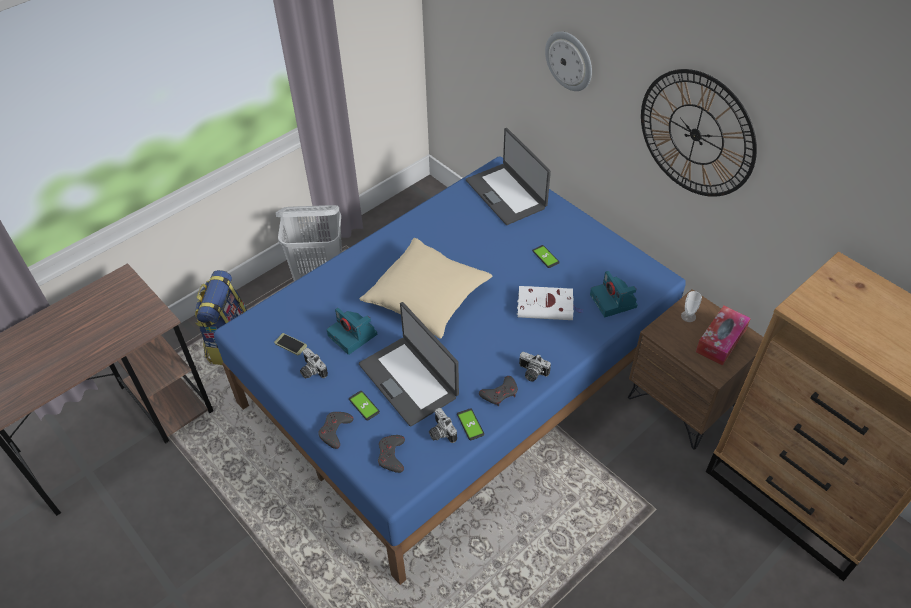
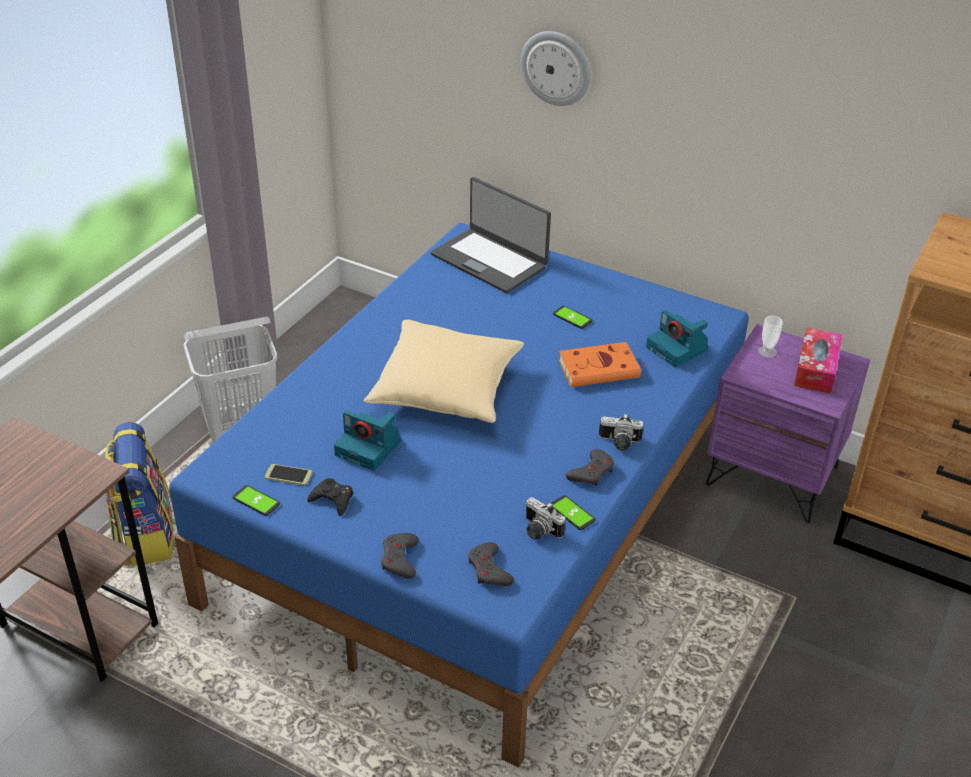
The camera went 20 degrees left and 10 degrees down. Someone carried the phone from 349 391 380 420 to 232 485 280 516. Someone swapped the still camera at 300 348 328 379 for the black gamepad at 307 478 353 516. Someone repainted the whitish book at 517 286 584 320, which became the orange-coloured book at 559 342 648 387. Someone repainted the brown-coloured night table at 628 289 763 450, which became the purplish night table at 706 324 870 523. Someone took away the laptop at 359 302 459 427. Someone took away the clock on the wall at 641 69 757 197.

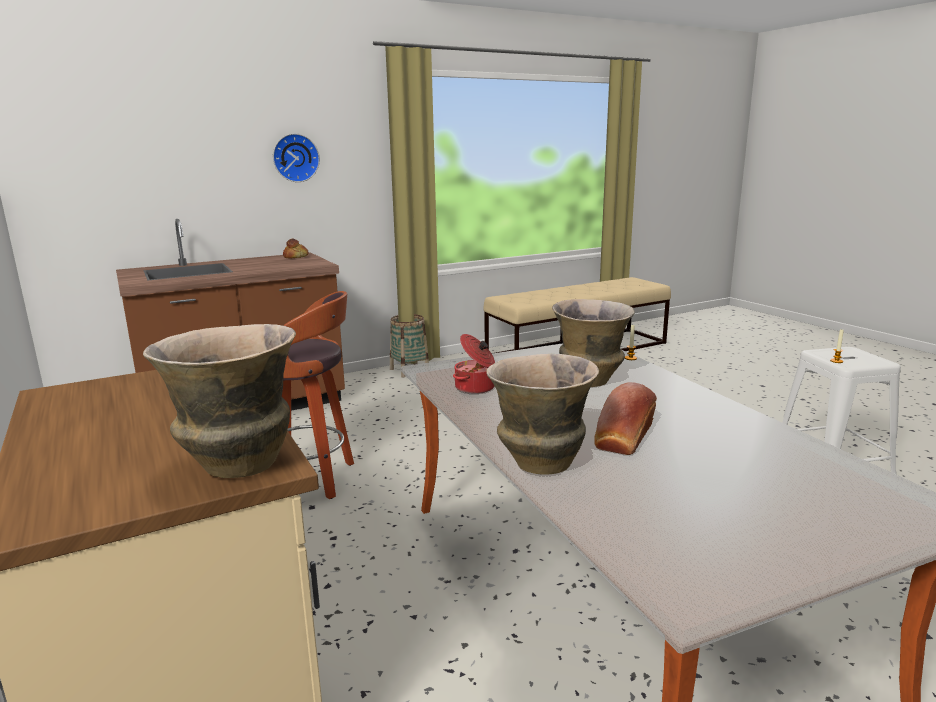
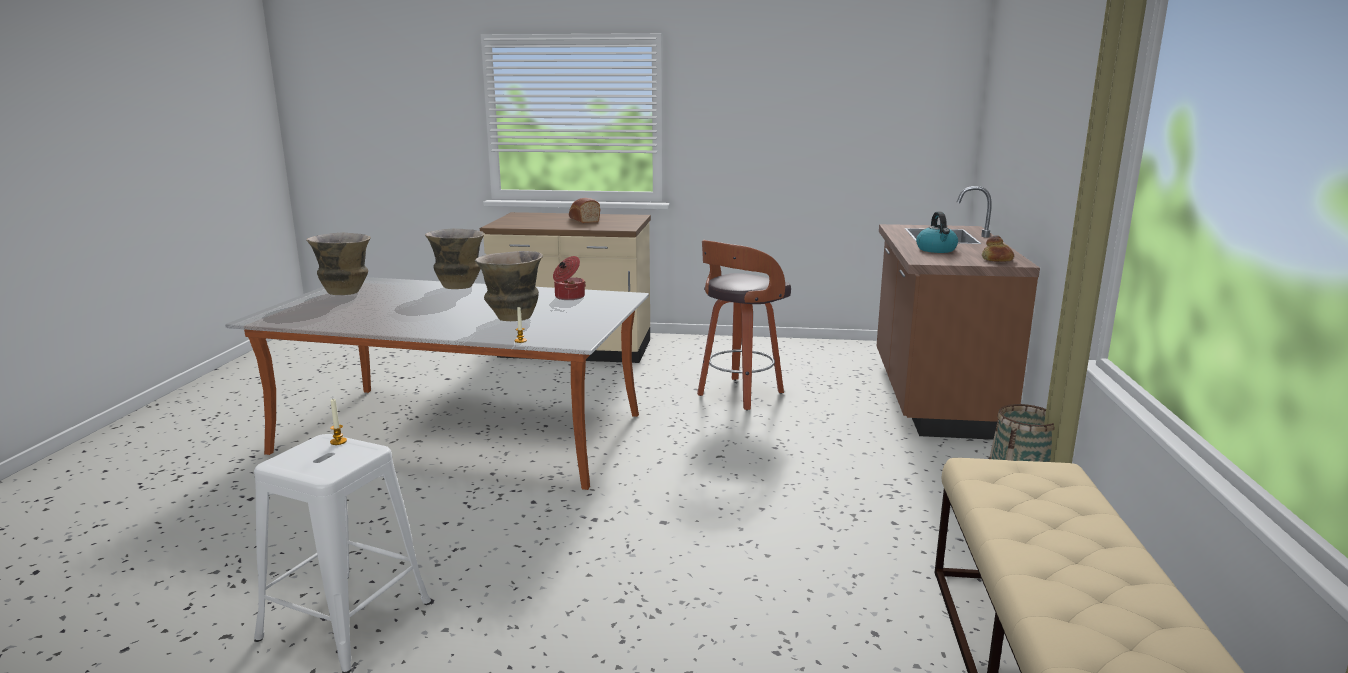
The camera went 125 degrees right and 0 degrees up. Someone carried the vase from 143 324 296 478 to 306 232 371 295. Someone carried the bread from 594 382 657 455 to 569 198 600 223. Someone put down the water kettle at 916 212 958 253. Someone took away the clock on the wall at 273 134 320 182.

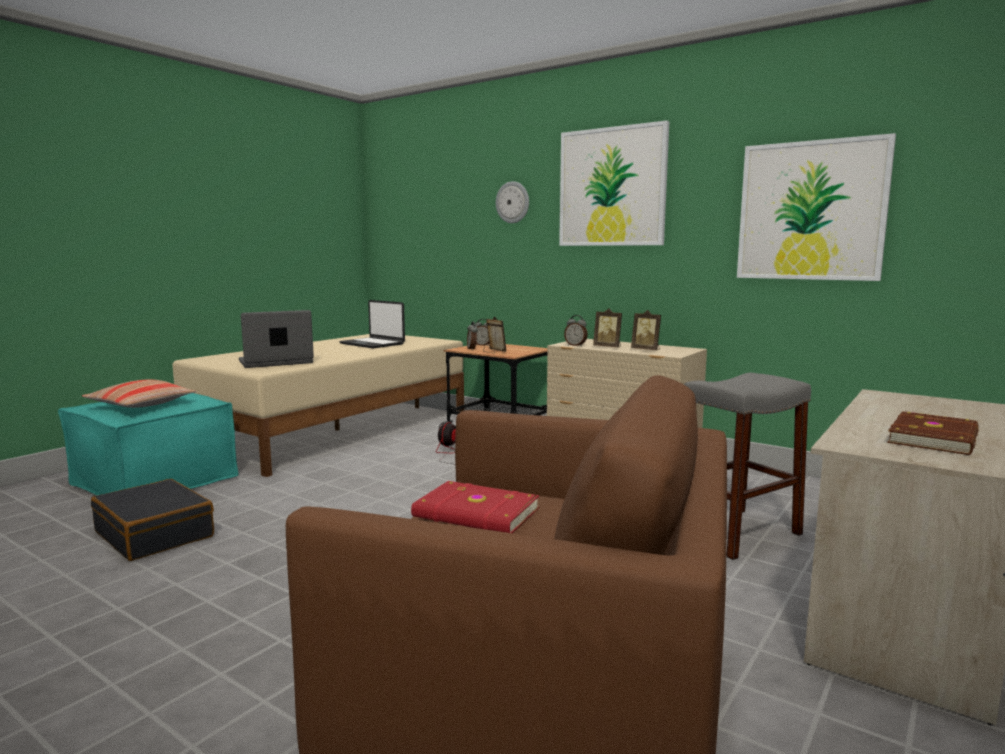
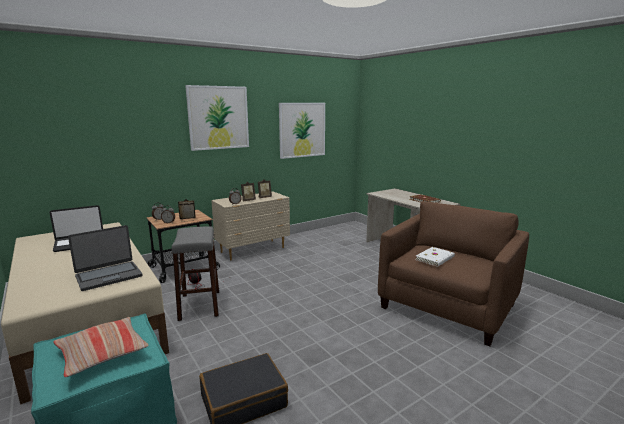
The camera went 70 degrees left and 5 degrees up. Someone rotated the laptop at 239 310 314 368 by 120 degrees counterclockwise. Someone carried the greyish stool seat from 684 373 811 560 to 172 227 219 321. Someone repainted the red book at 411 481 539 533, which became the whitish book at 416 247 455 267. Someone took away the clock on the wall at 496 181 529 223.

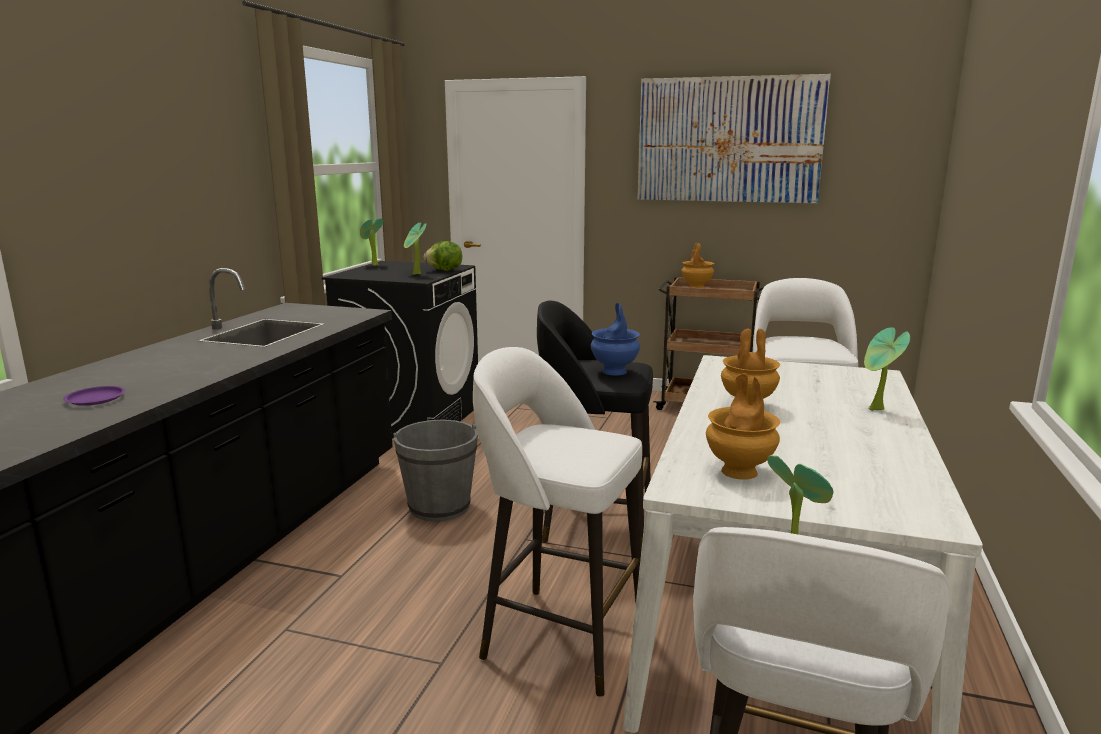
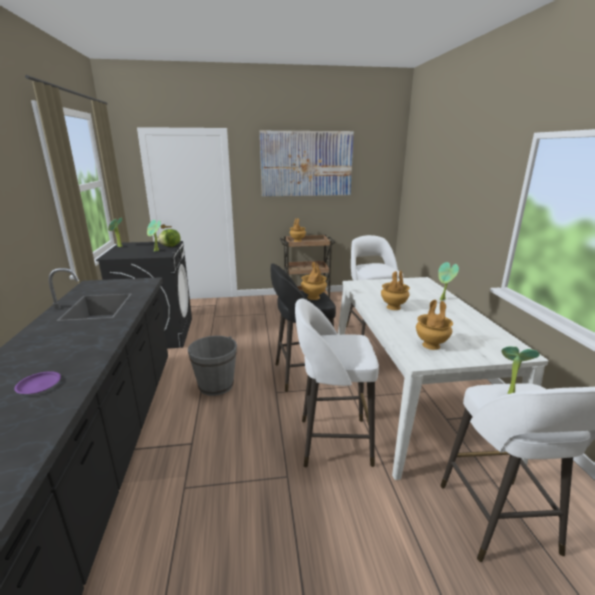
The camera went 25 degrees left and 5 degrees up. Someone repainted the blue vase at 591 303 640 375, which became the brown-coloured vase at 301 262 327 300.

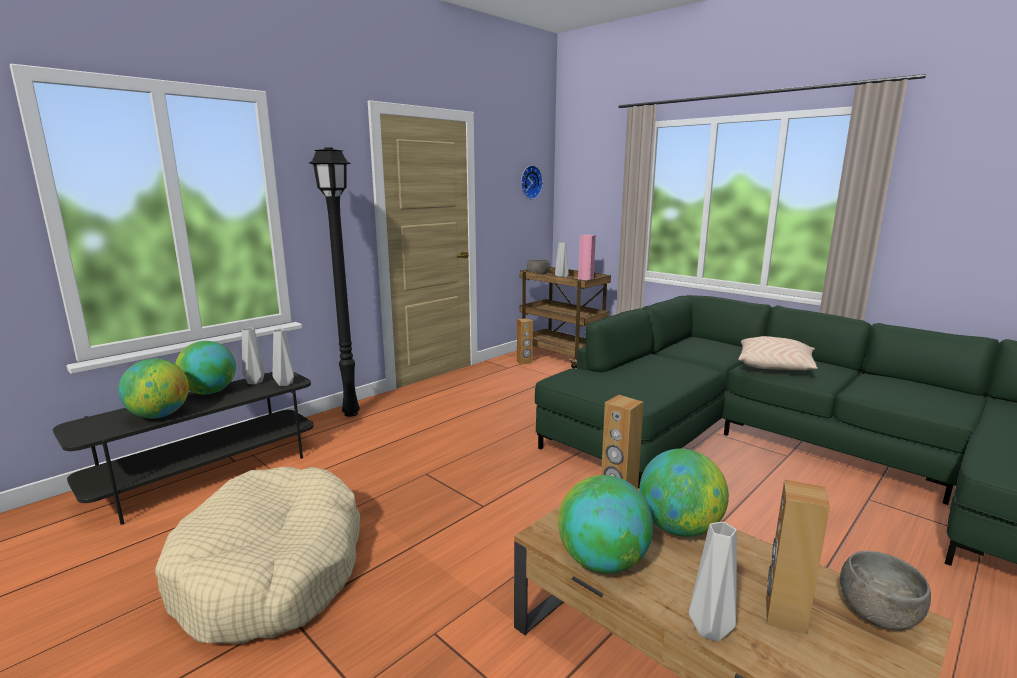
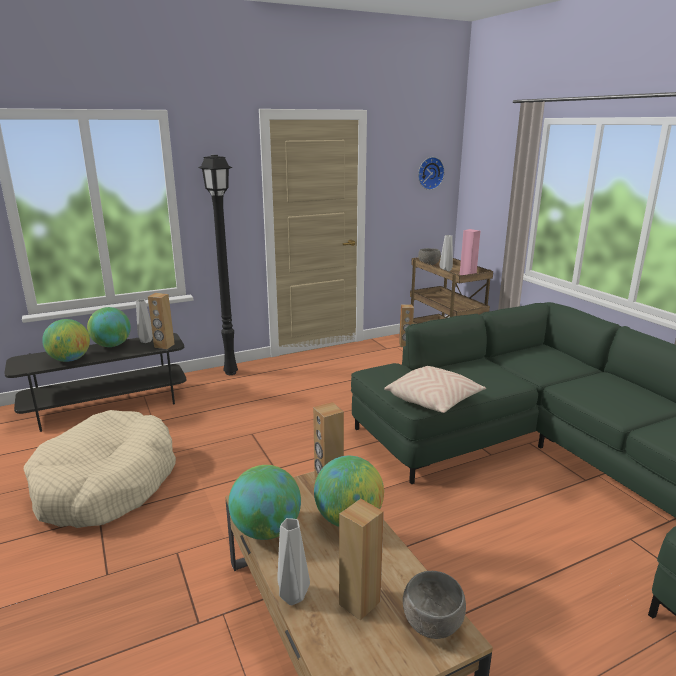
The camera went 20 degrees right and 5 degrees up. Someone swapped the greyish vase at 273 329 294 386 for the brown-coloured loudspeaker at 148 293 175 349. Someone carried the sand-coloured cushion from 738 336 818 371 to 384 366 486 413.

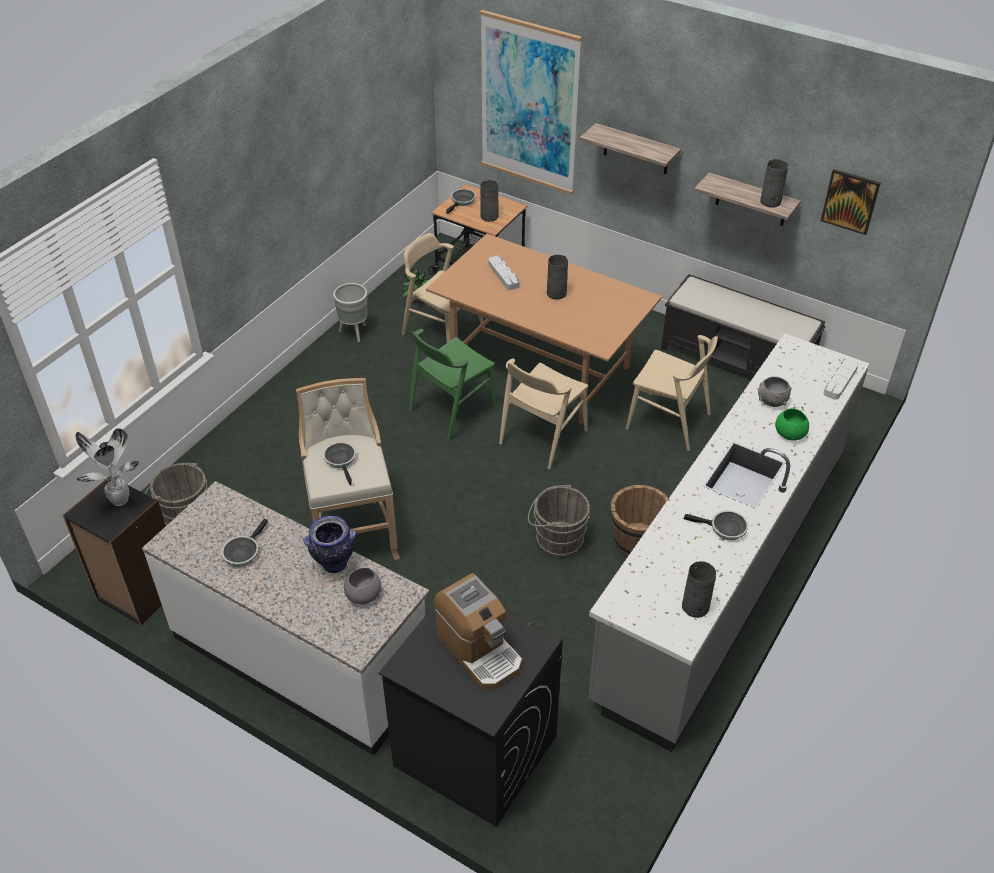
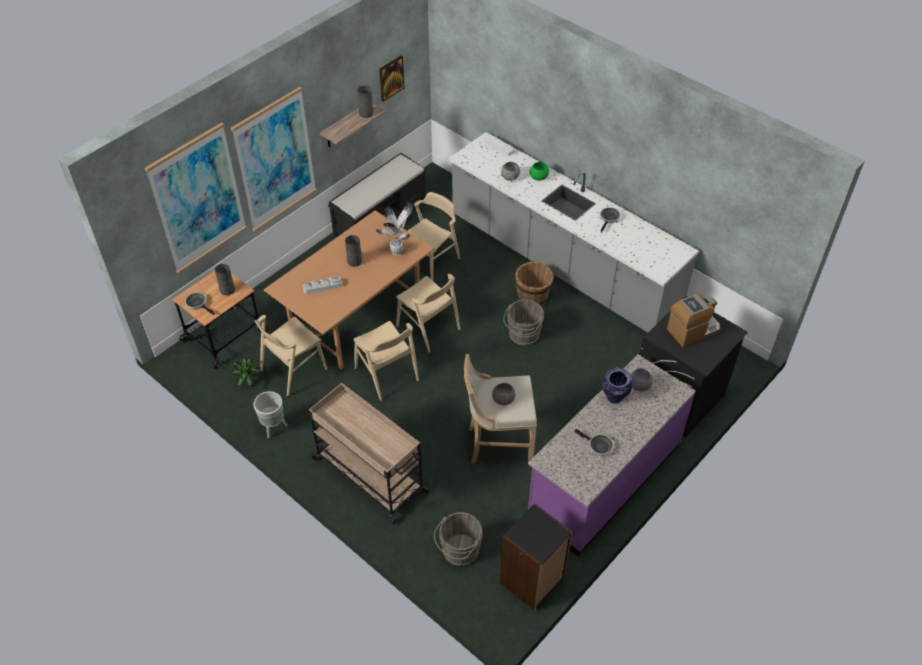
The camera went 80 degrees left and 5 degrees up. Someone swapped the shelf at 580 123 681 174 for the wall picture at 231 87 317 232. Someone put down the sand-coloured cart at 309 383 429 525. Someone repainted the greenish upright chair at 409 329 497 441, which became the sand-coloured upright chair at 353 321 419 401. Someone carried the plant in a pot from 75 428 139 506 to 376 202 412 255. Someone swapped the frying pan at 323 442 356 486 for the greyish bowl at 492 383 515 405. Someone repainted the whitish counter at 142 481 429 755, which became the purplish counter at 528 354 696 556. Someone took away the greyish vase at 682 561 716 618.

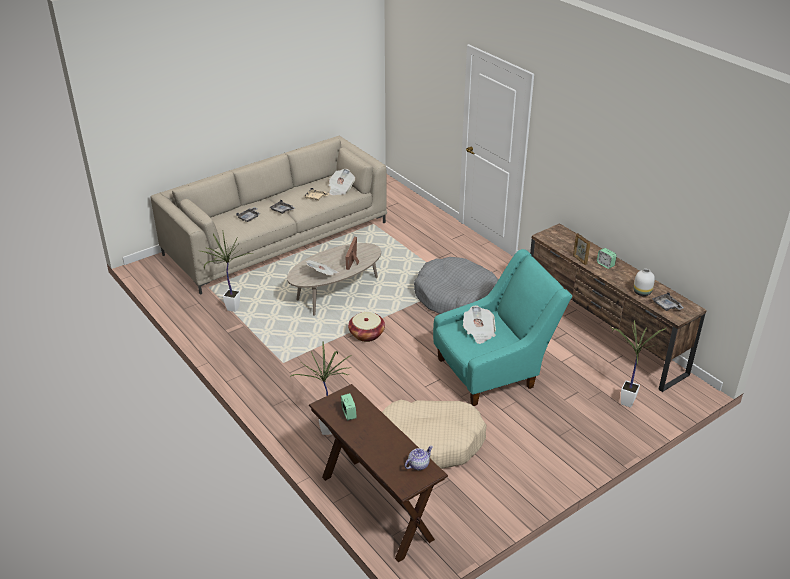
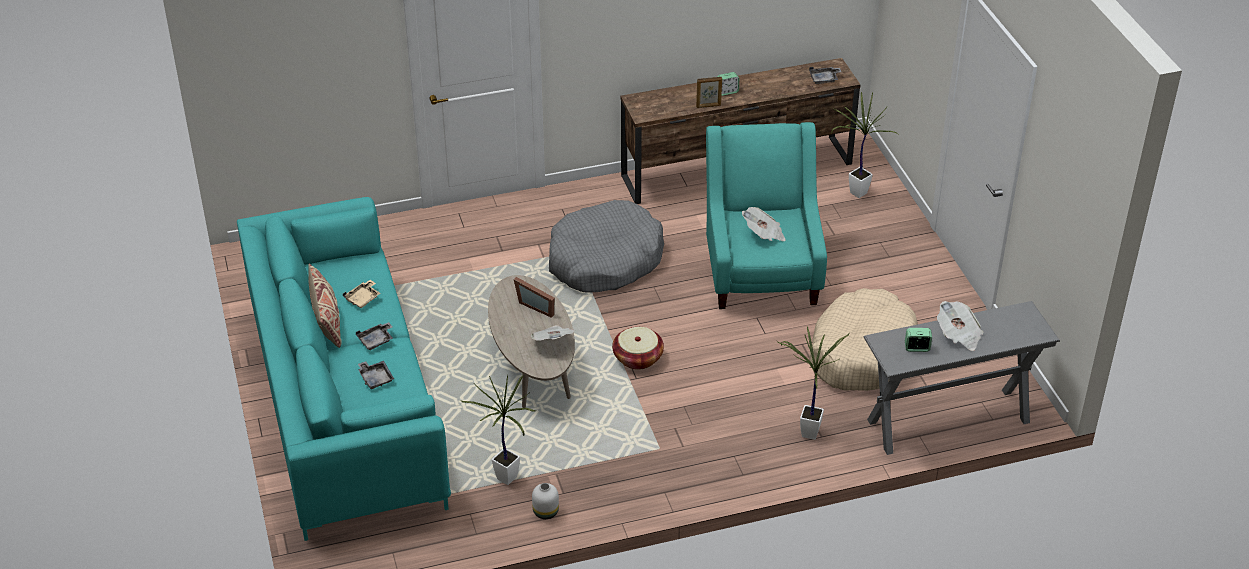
The camera went 70 degrees left and 5 degrees up. Someone repainted the sand-coloured sofa at 150 136 387 295, which became the turquoise-coloured sofa at 237 197 451 541. Someone put down the sand-coloured cushion at 308 264 342 348. Someone carried the whitish vase from 634 269 655 296 to 532 483 559 519. Someone repainted the brown-coloured narrow table at 309 384 448 563, which became the greyish narrow table at 864 301 1060 455. Someone carried the newspaper from 328 169 355 195 to 937 301 983 351. Someone took away the tea pot at 405 446 433 470.

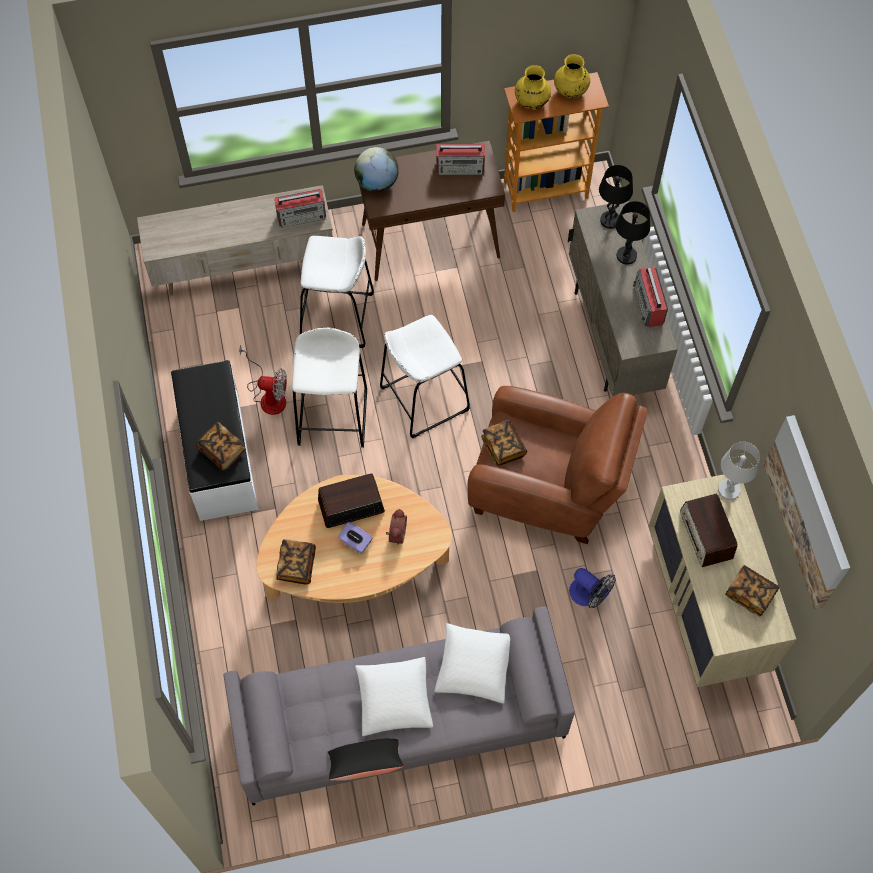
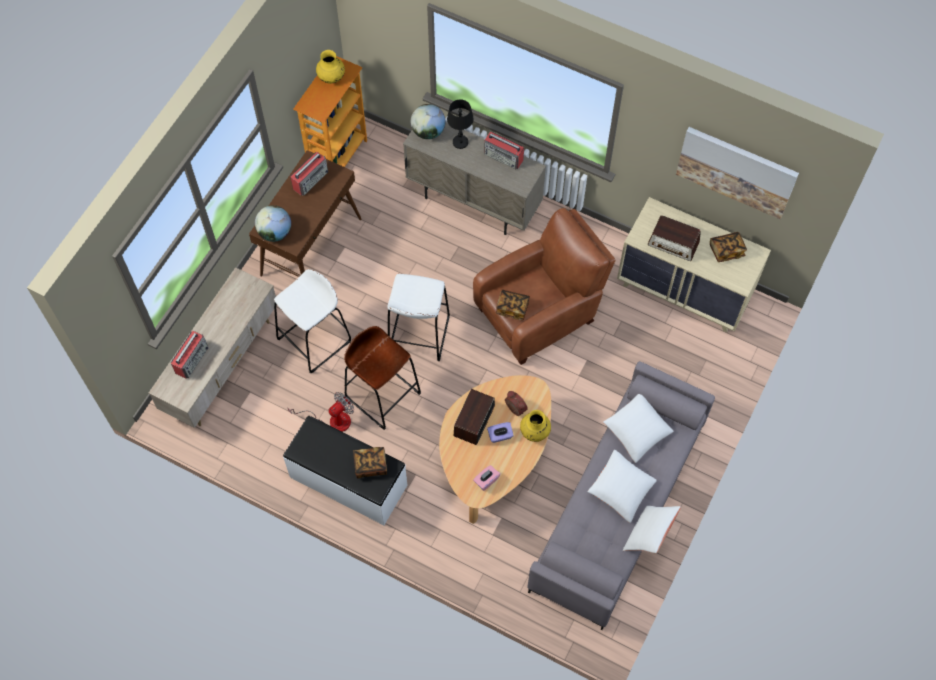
The camera went 50 degrees left and 0 degrees up. Someone carried the radio from 274 189 326 228 to 171 331 208 379. Someone repainted the whitish stool seat at 292 327 367 448, which became the brown-coloured stool seat at 344 326 421 430. Someone swapped the black table lamp at 599 165 633 229 for the world globe at 410 104 445 139. Someone swapped the book at 276 539 316 585 for the pink-coloured tissue holder at 473 465 500 491. Someone carried the yellow-coloured vase from 515 65 551 109 to 520 410 551 442. Someone repainted the black cushion at 327 739 403 781, which became the whitish cushion at 623 506 681 553. Someone took away the fan at 569 568 616 608. Someone took away the whitish table lamp at 718 442 760 500.

